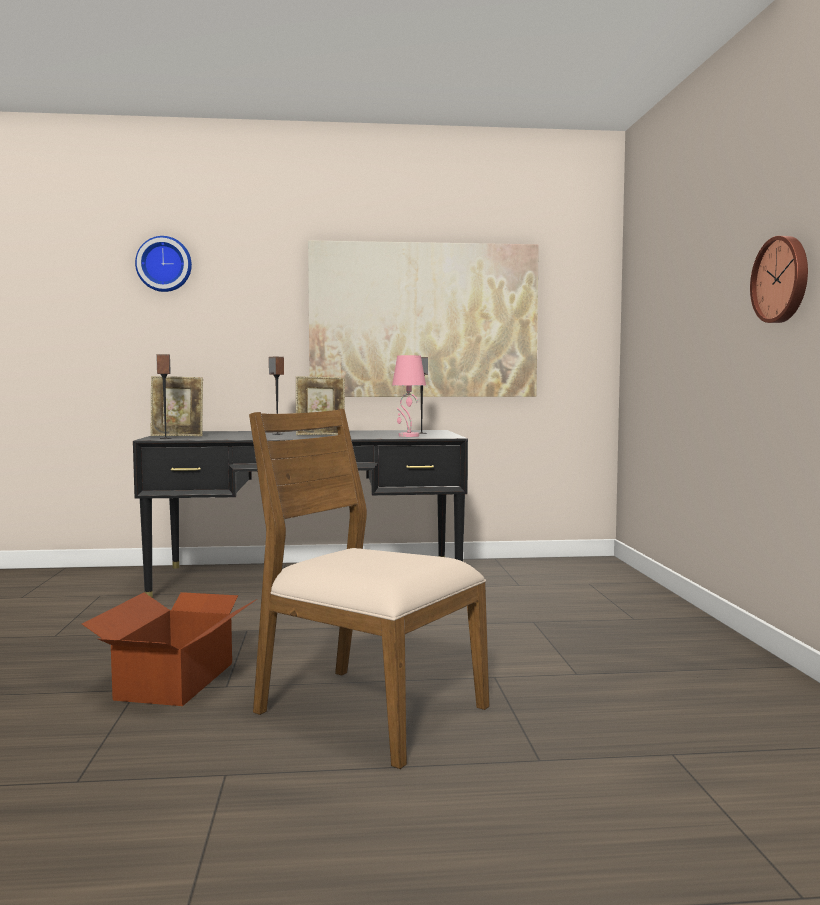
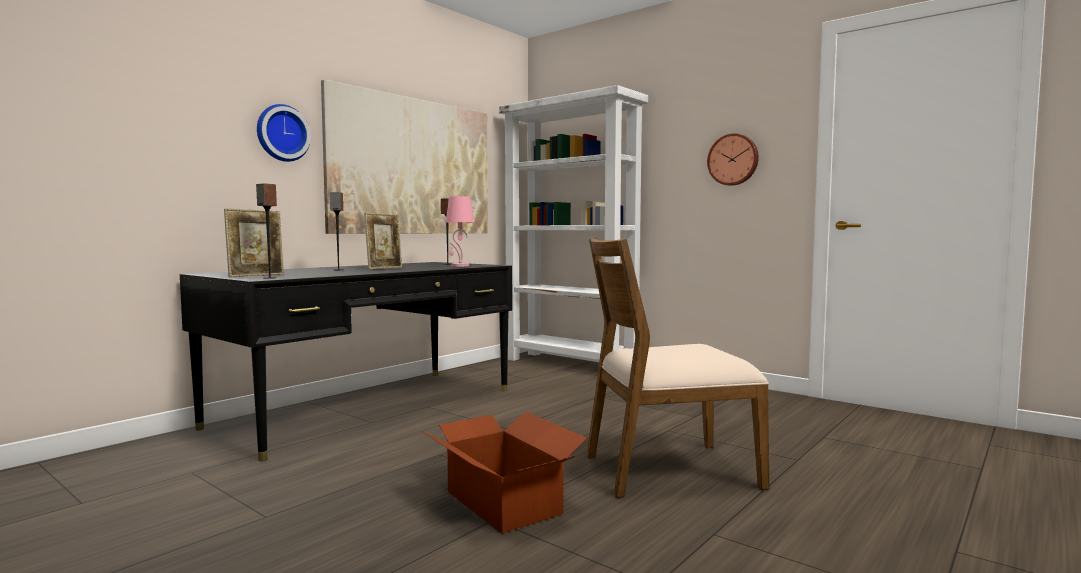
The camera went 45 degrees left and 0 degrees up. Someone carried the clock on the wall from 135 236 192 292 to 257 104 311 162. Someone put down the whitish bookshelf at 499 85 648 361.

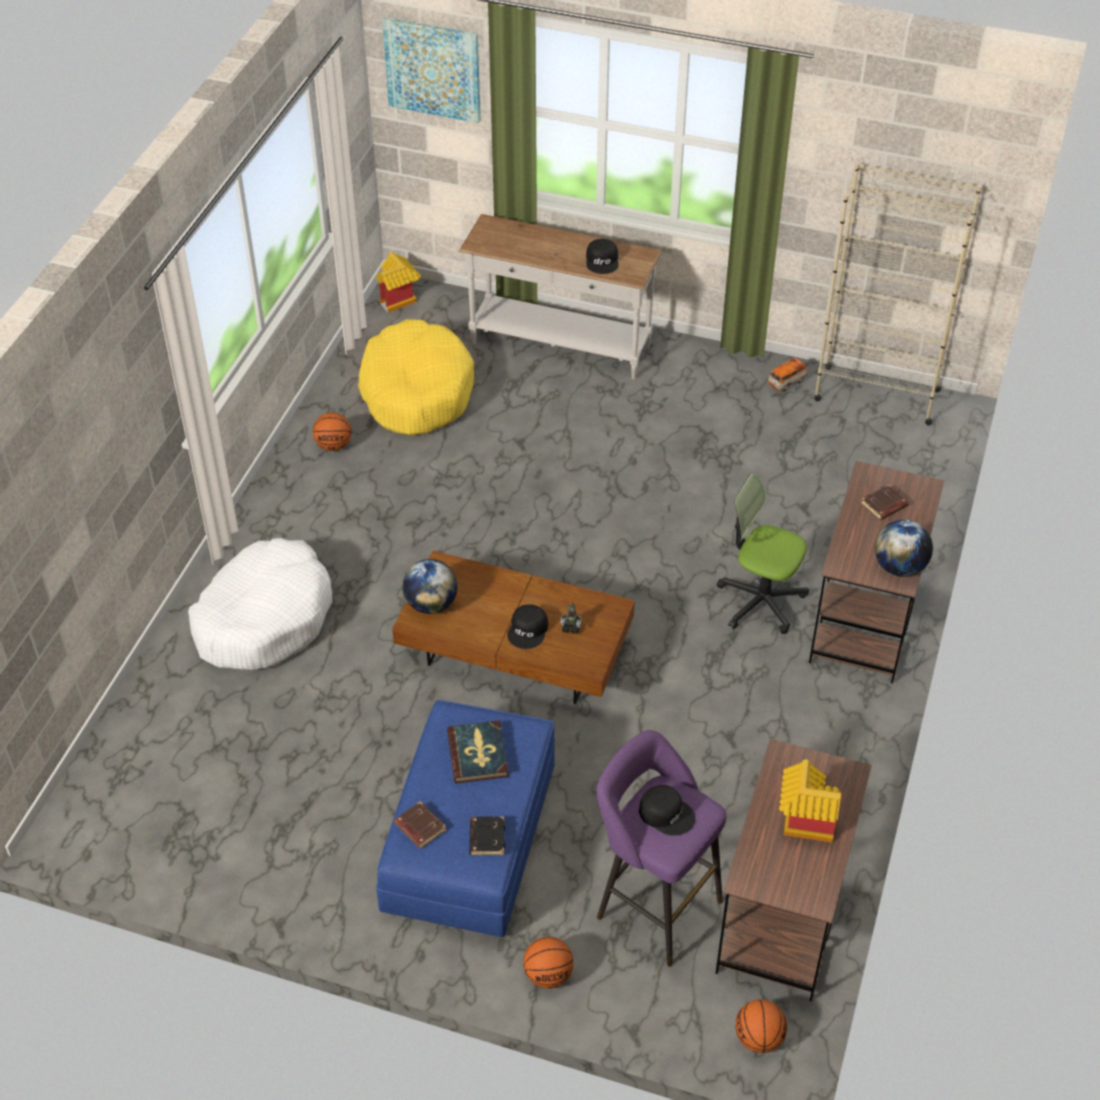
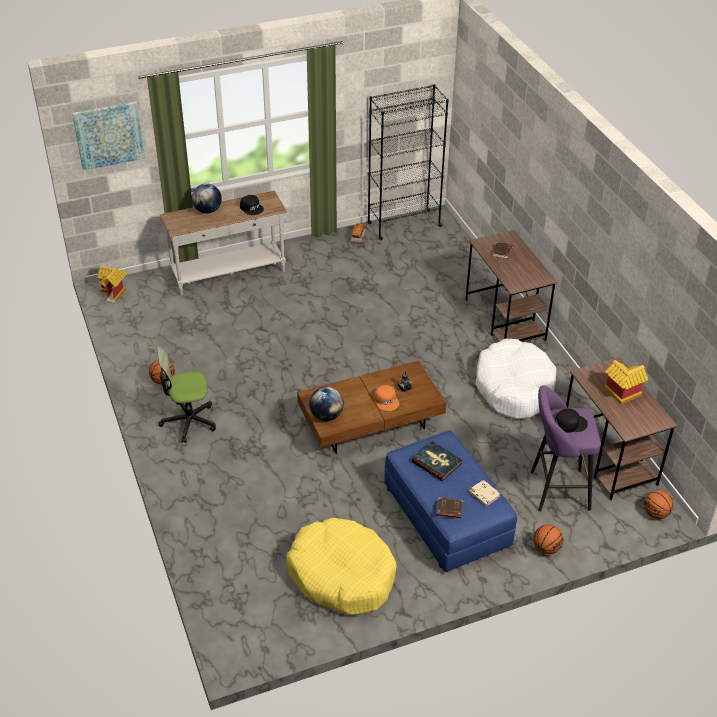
The camera went 40 degrees left and 5 degrees down. Someone carried the desk chair from 717 473 809 634 to 157 346 216 443. Someone carried the world globe from 875 520 933 577 to 192 183 222 214. Someone carried the yellow-coloured pet bed from 358 319 474 436 to 286 518 397 616. Someone repainted the sand-coloured bookshelf at 814 163 982 425, which became the black bookshelf at 368 84 449 240. Someone repainted the black baseball cap at 507 604 548 649, which became the orange-coloured baseball cap at 374 385 399 411. Someone repainted the black book at 469 816 505 855, which became the sand-coloured book at 469 480 501 506. Someone carried the whitish pet bed from 188 538 332 670 to 475 339 556 419.

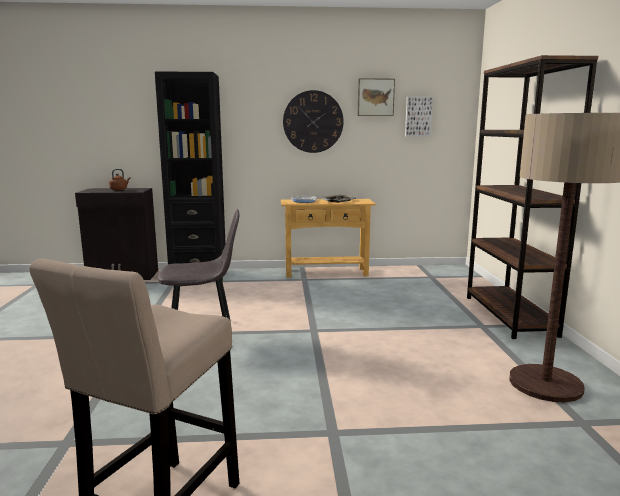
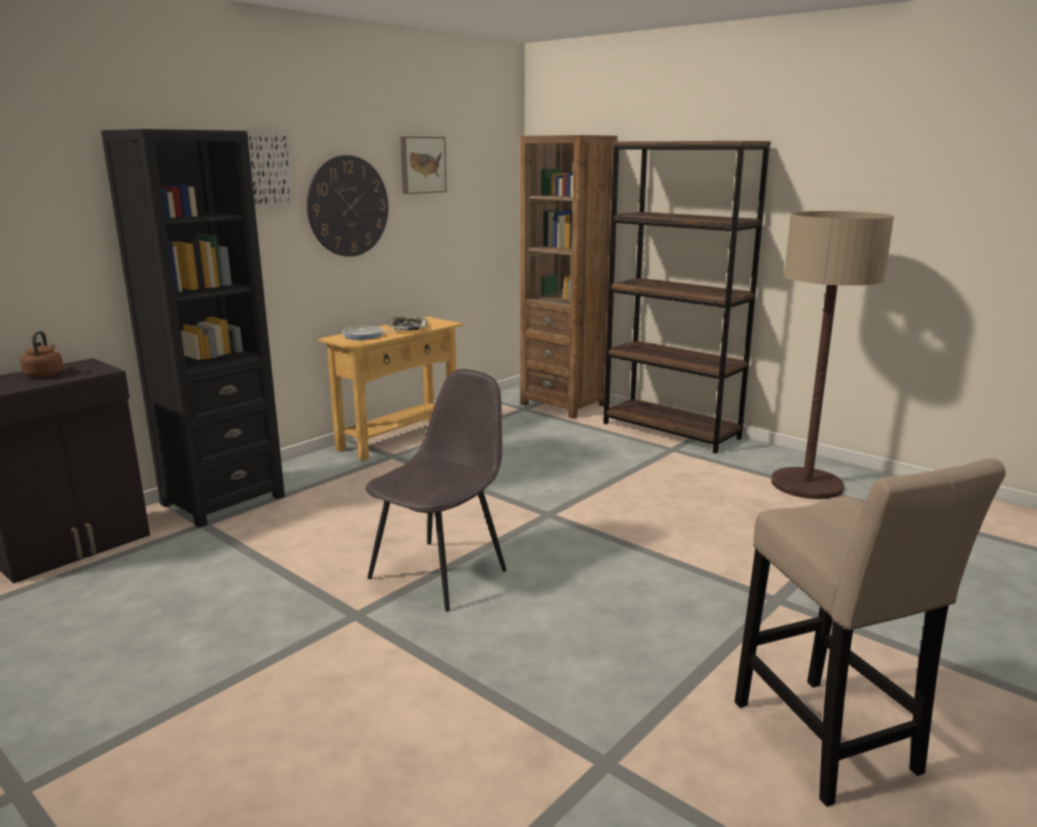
The camera went 45 degrees left and 5 degrees up. Someone carried the wall picture from 405 97 433 137 to 247 133 294 207. Someone put down the brown-coloured bookshelf at 520 135 618 419.

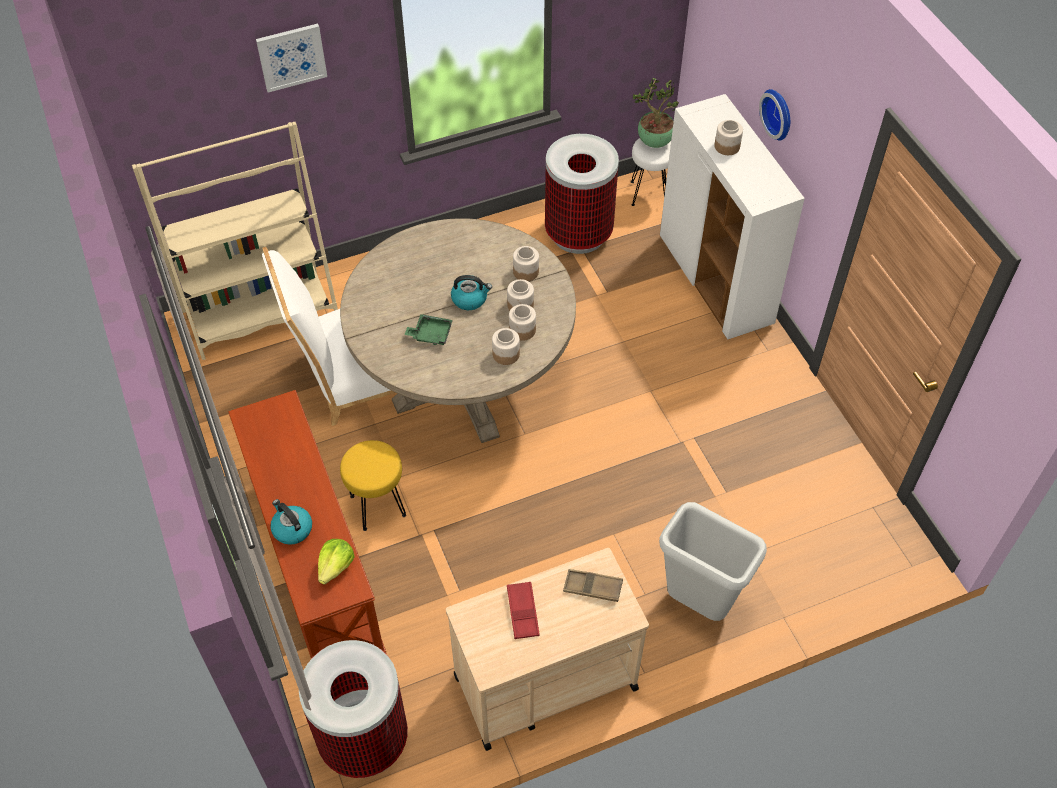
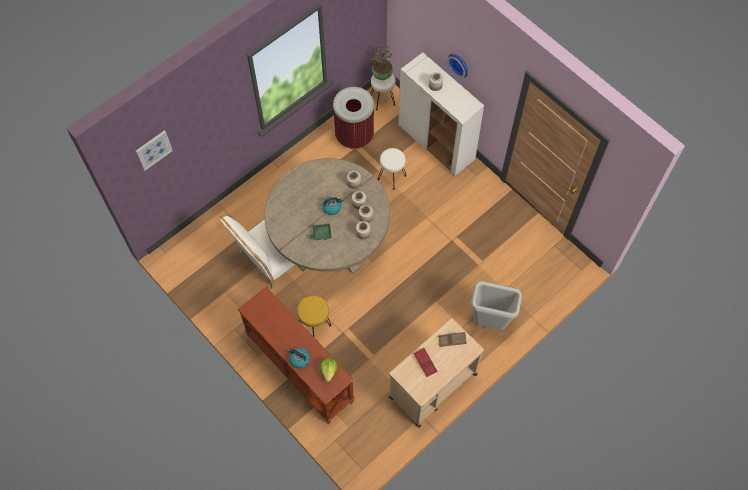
The camera went 20 degrees left and 10 degrees up. Someone carried the wall picture from 256 24 327 92 to 136 130 173 171. Someone put down the whitish stool seat at 378 148 406 190. Someone took away the sand-coloured bookshelf at 132 122 338 360. Someone took away the trash can at 299 640 408 778.

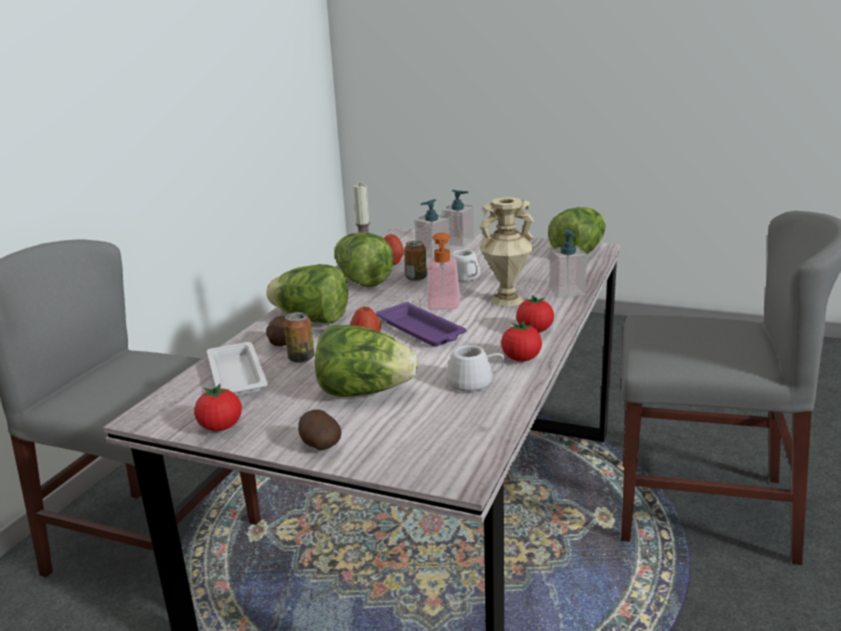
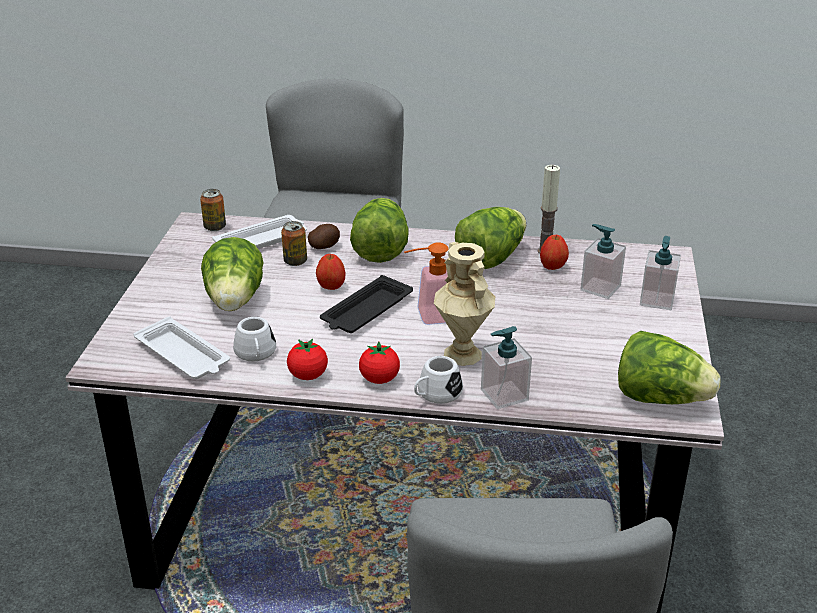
The camera went 75 degrees right and 10 degrees up. Someone put down the whitish tray at 133 316 230 379. Someone carried the metal can from 404 241 427 281 to 200 189 226 231. Someone repainted the purplish tray at 376 302 466 347, which became the black tray at 320 275 413 333. Someone carried the whitish mug from 450 250 481 282 to 414 356 463 404. Someone took away the tomato at 194 384 242 431. Someone took away the potato at 298 409 341 450.

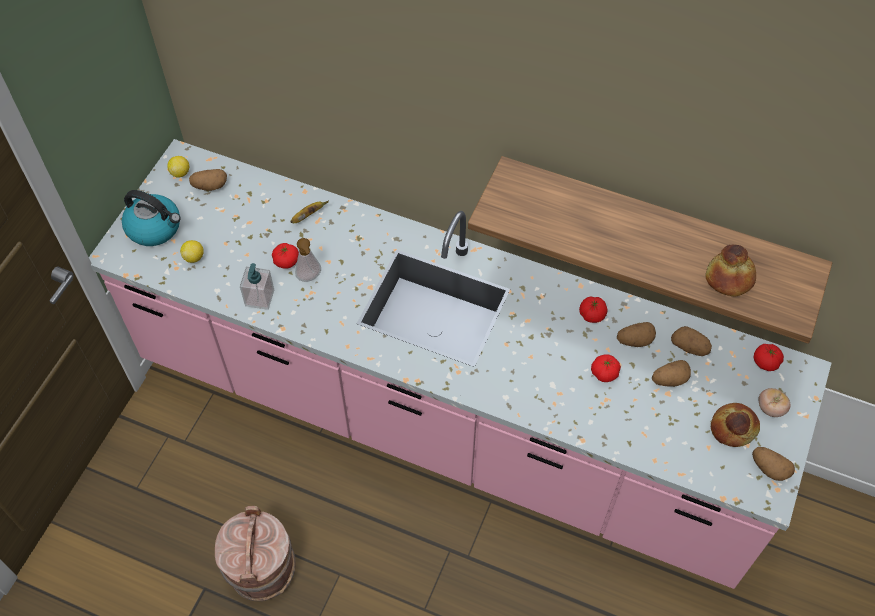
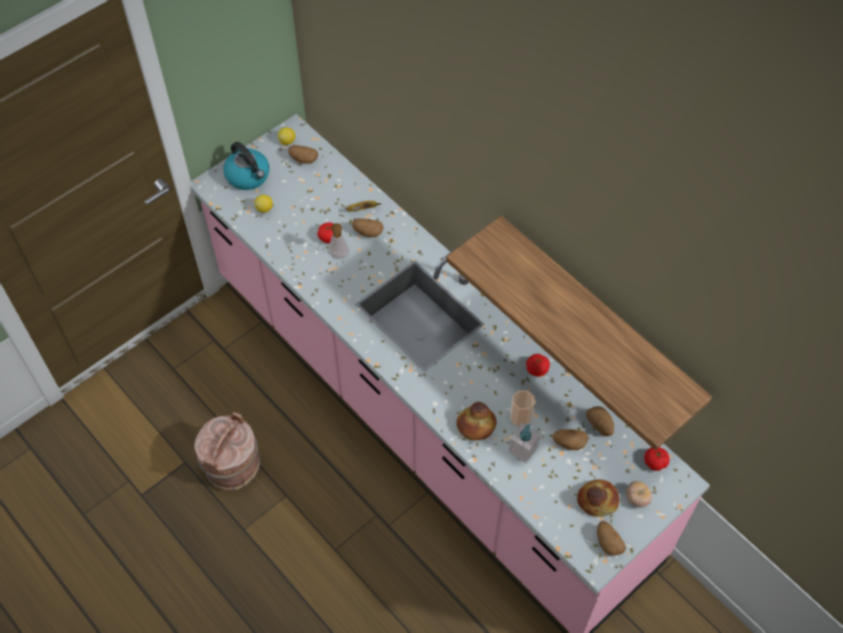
The camera went 25 degrees right and 0 degrees up. Someone carried the potato from 617 322 656 347 to 352 218 384 237. Someone carried the bread from 705 245 756 297 to 457 402 497 441. Someone carried the soap dispenser from 240 263 274 310 to 508 422 540 464. Someone swapped the tomato at 591 354 621 382 for the drinking cup at 510 390 535 426.

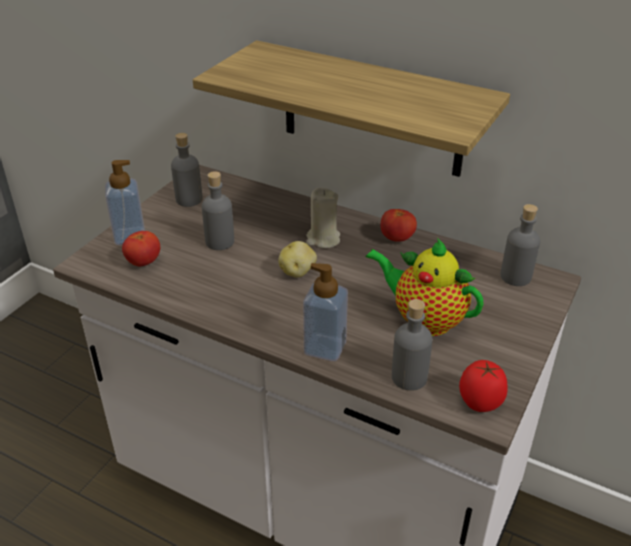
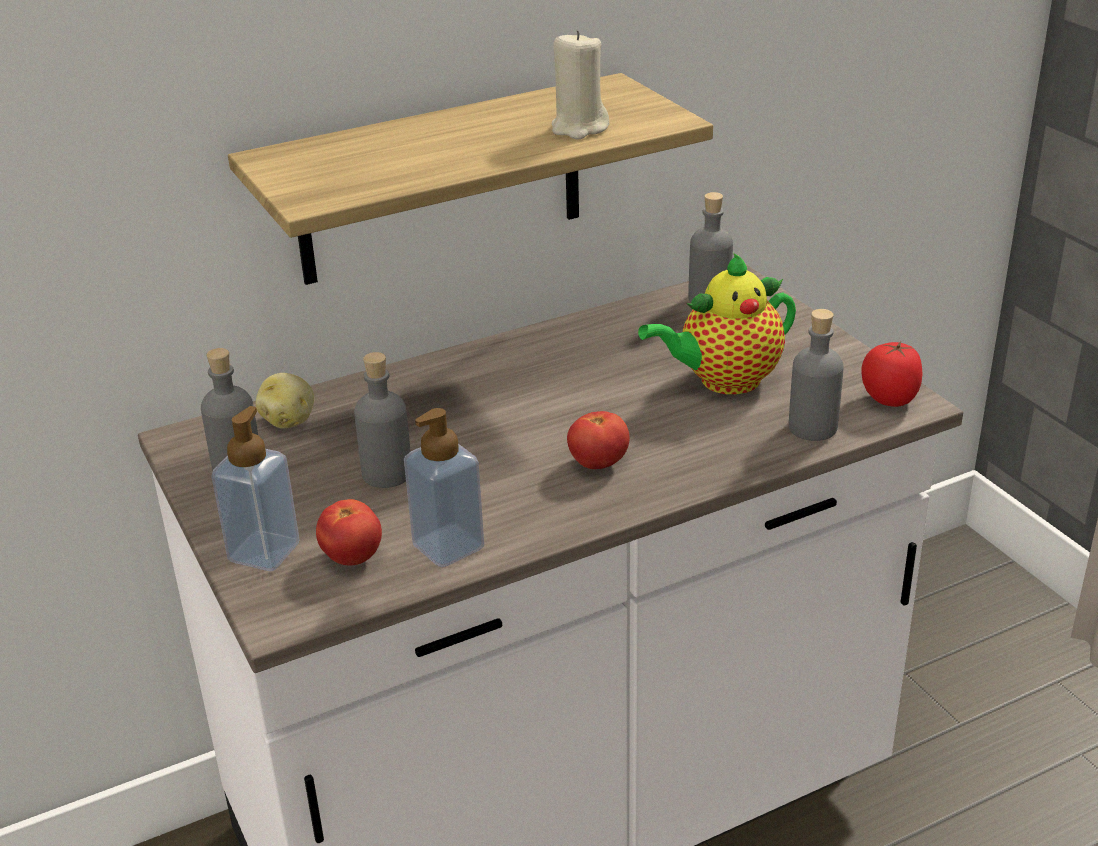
The camera went 55 degrees left and 5 degrees down. Someone carried the potato from 278 241 317 277 to 256 373 314 428. Someone carried the soap dispenser from 303 263 348 361 to 404 408 484 568. Someone carried the sand-coloured wax light from 306 188 340 248 to 552 30 609 140. Someone carried the tomato from 380 209 417 242 to 567 411 630 469.

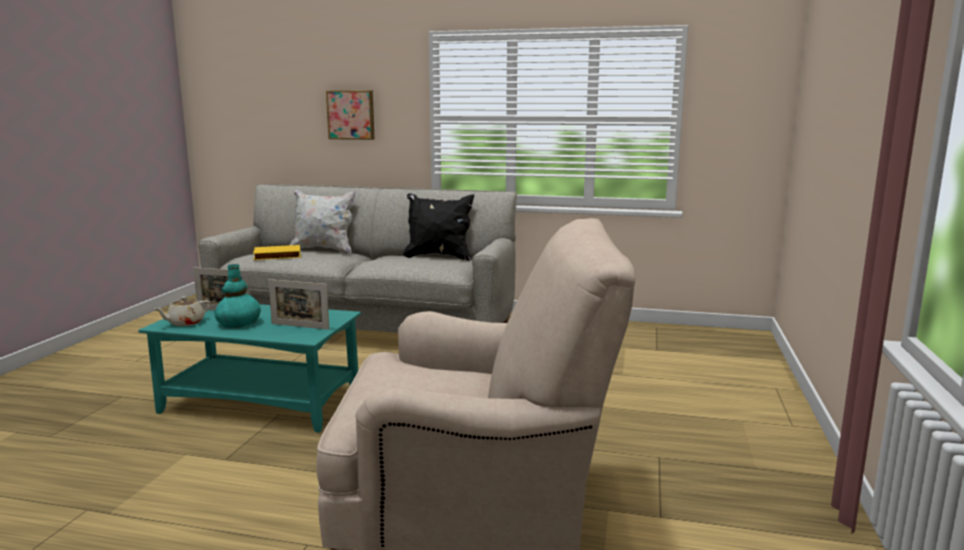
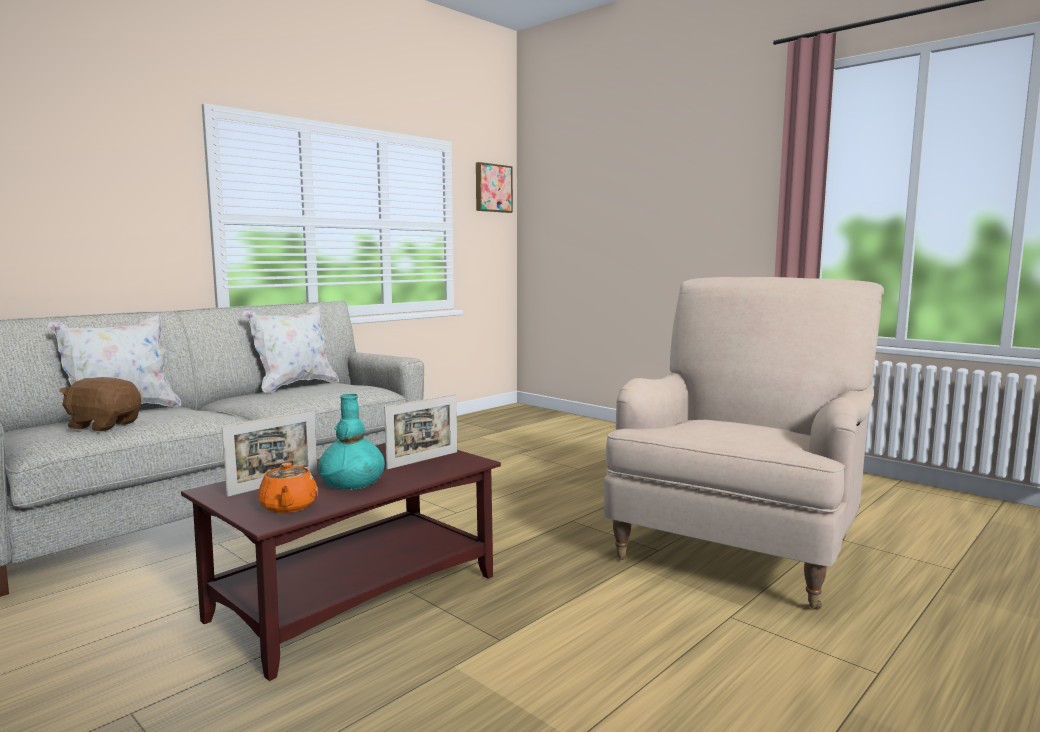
The camera went 60 degrees left and 5 degrees down. Someone swapped the yellow-coloured book at 253 245 300 260 for the brown-coloured soft toy at 60 377 141 431. Someone repainted the turquoise-coloured lounge table at 138 304 361 433, which became the brown-coloured lounge table at 181 443 501 681. Someone repainted the black cushion at 403 193 474 261, which became the whitish cushion at 243 306 339 393. Someone repainted the sand-coloured tea pot at 154 296 211 326, which became the orange-coloured tea pot at 258 462 318 513. Someone carried the wall picture from 326 90 374 140 to 476 162 513 213.

